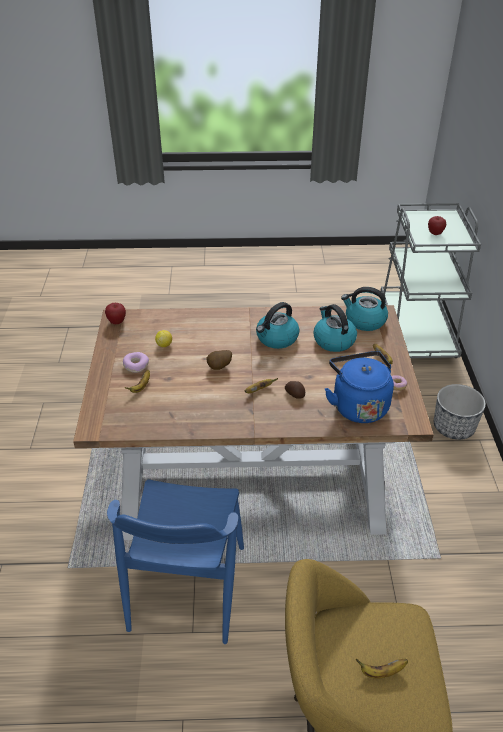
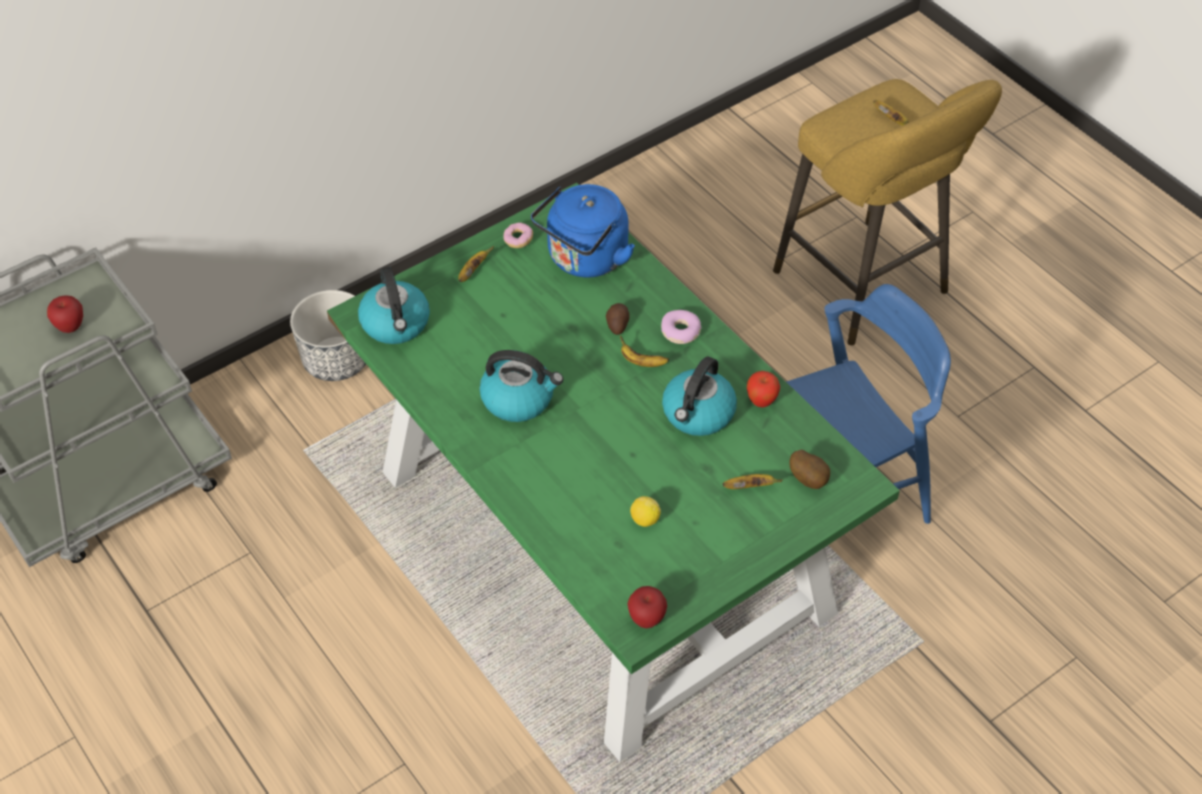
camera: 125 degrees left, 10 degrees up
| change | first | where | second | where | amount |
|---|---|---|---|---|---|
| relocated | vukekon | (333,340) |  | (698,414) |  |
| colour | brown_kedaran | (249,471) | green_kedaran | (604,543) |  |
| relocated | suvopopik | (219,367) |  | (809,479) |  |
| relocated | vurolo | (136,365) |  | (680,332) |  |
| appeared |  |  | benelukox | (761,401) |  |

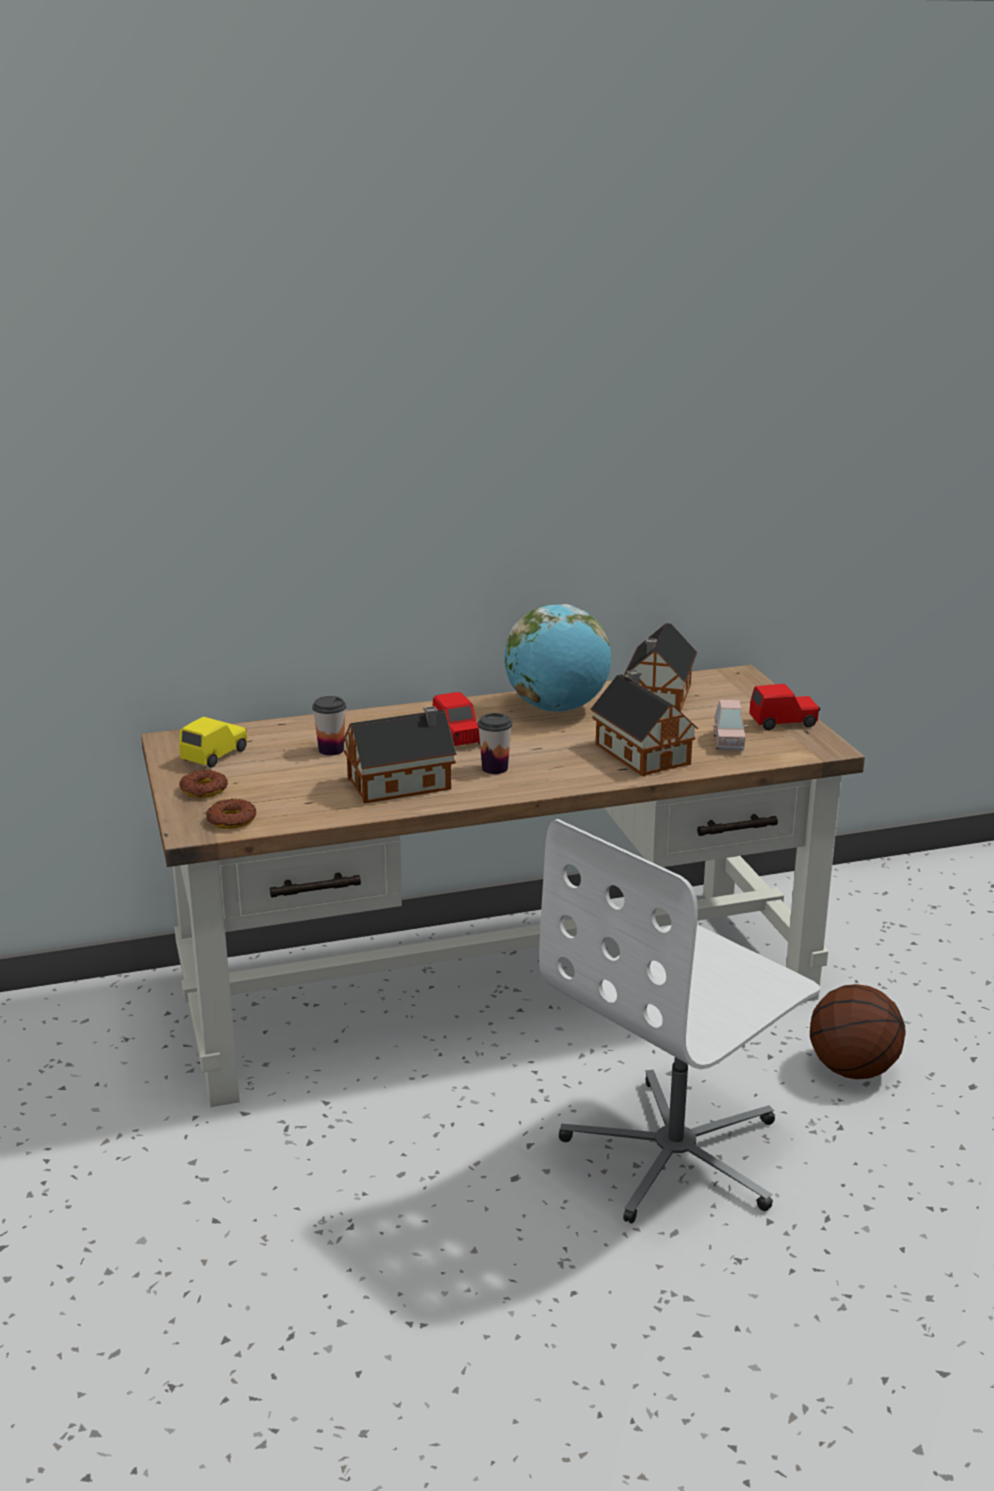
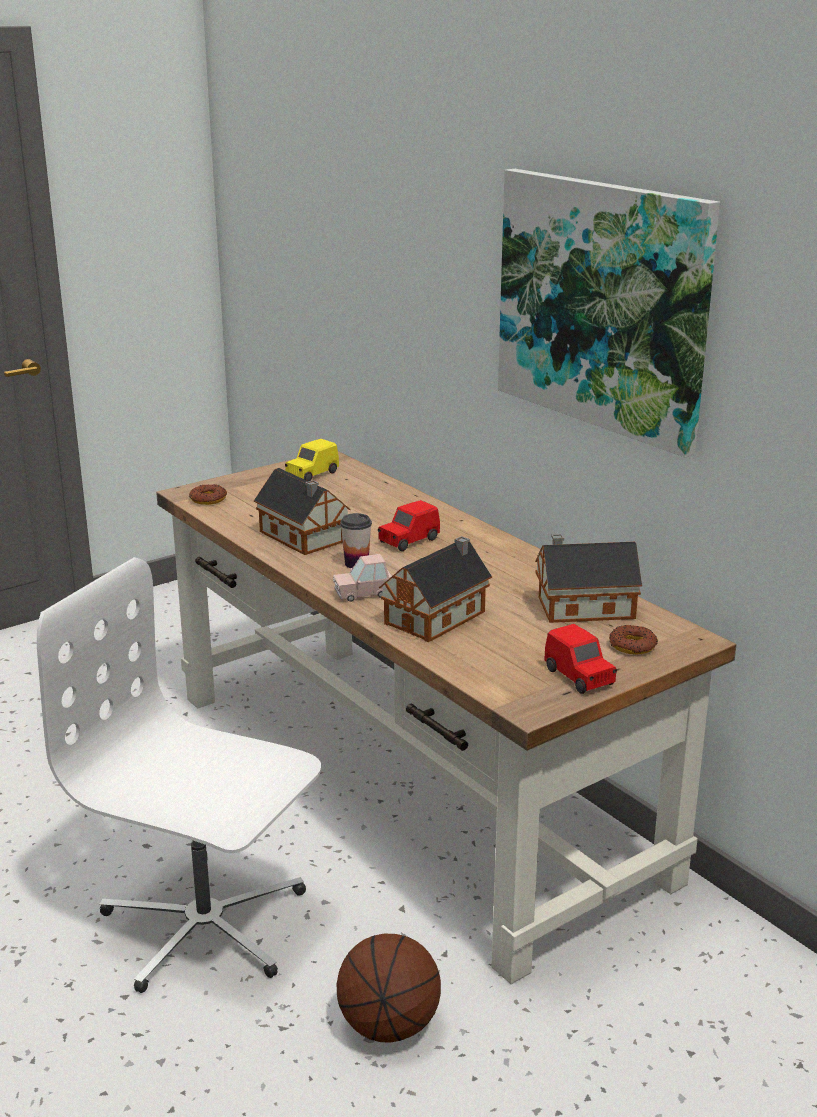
camera: 70 degrees right, 0 degrees up
| change | first | where | second | where | amount |
|---|---|---|---|---|---|
| missing | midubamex | (557,708) |  |  |  |
| missing | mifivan | (331,750) |  |  |  |
| relocated | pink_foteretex | (728,742) |  | (363,594) |  |
| spun | yellow_foteretex | (215,755) |  | (312,474) | 120 degrees clockwise |
| relocated | vurolo | (204,790) |  | (632,646) |  |
| appeared |  |  | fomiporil | (603,305) |  |

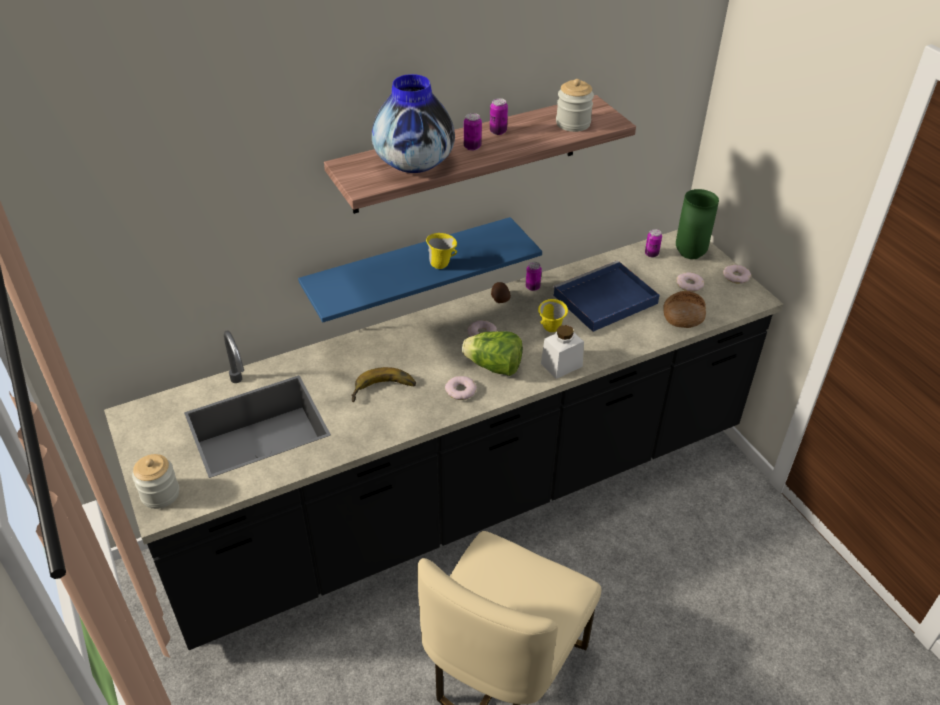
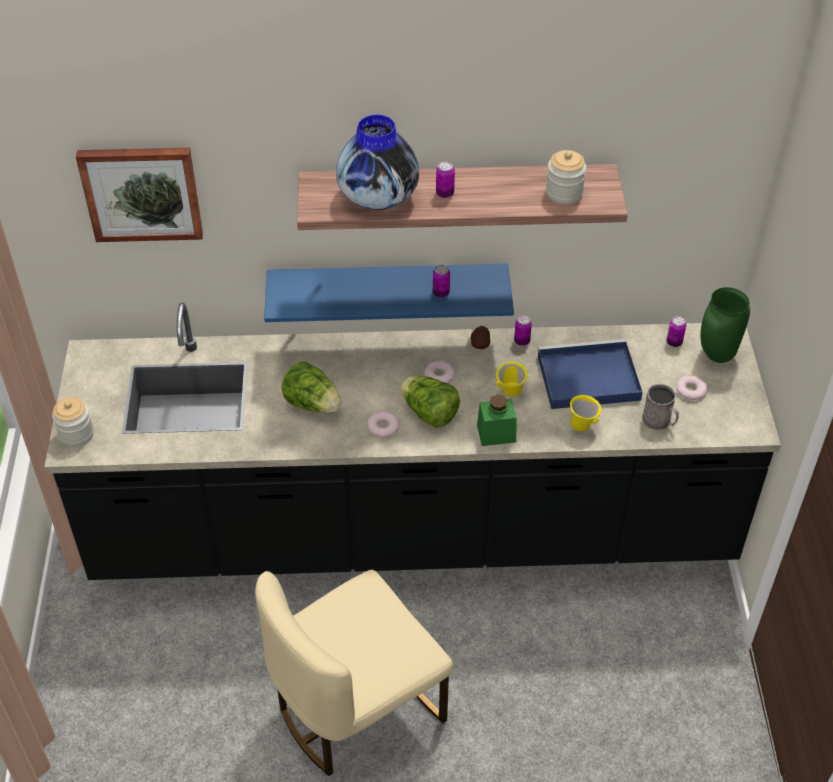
camera: 25 degrees right, 5 degrees up
| change | first | where | second | where | amount |
|---|---|---|---|---|---|
| relocated | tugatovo | (498,131) |  | (441,293) |  |
| relocated | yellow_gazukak | (442,265) |  | (582,426) |  |
| missing | vurolo | (736,276) |  |  |  |
| exchanged | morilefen | (683,315) | grey_gazukak | (659,421) |  |
| colour | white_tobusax | (561,365) | green_tobusax | (496,433) |  |
| exchanged | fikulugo | (384,391) | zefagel | (313,404) |  |
| appeared |  |  | fomiporil | (142,192) |  |

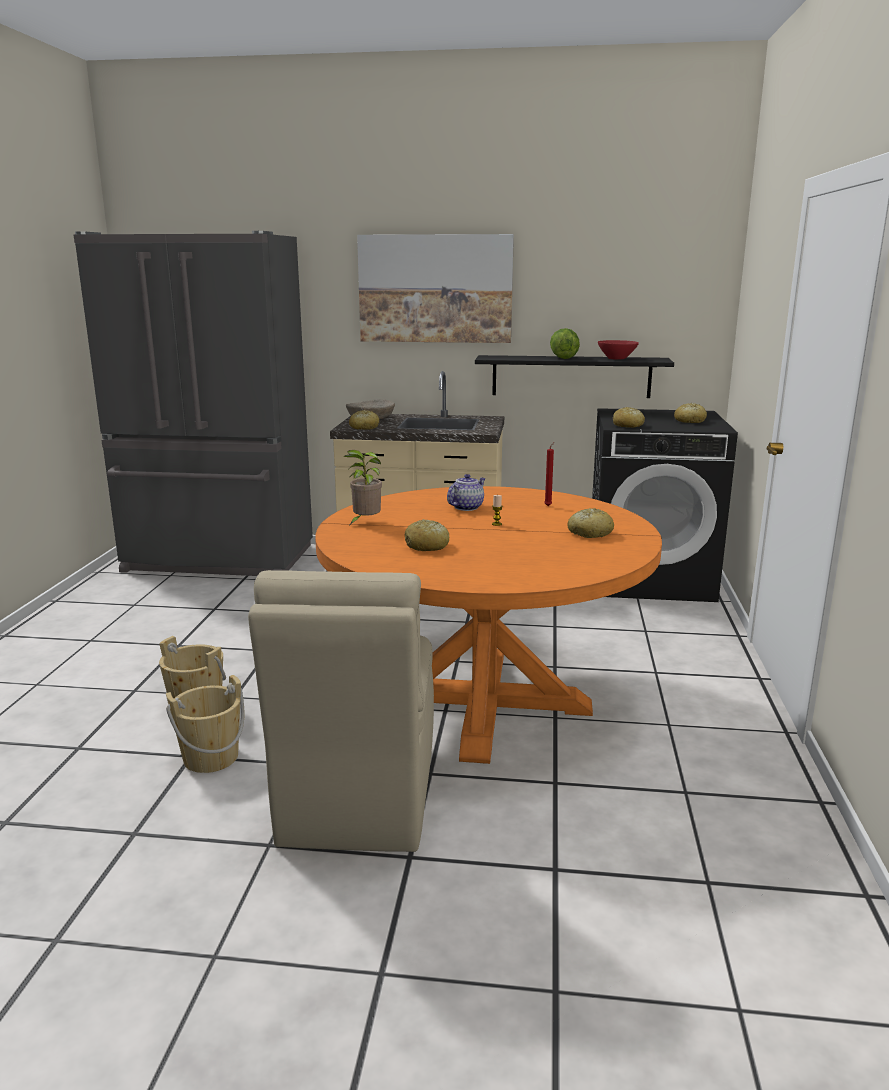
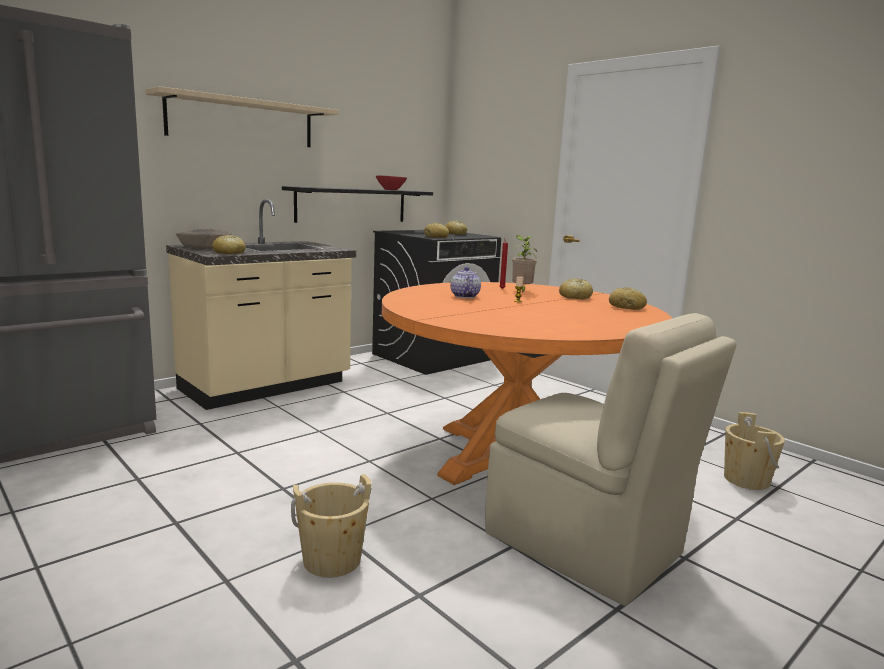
camera: 50 degrees left, 5 degrees down
| change | first | where | second | where | amount |
|---|---|---|---|---|---|
| exchanged | fomiporil | (435,289) | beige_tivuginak | (242,121) |  |
| missing | zefagel | (563,358) |  |  |  |
| relocated | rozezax | (365,523) |  | (521,291) |  |
| relocated | morilefen | (427,546) |  | (627,307) |  |
| relocated | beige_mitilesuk | (211,757) |  | (746,480) |  |

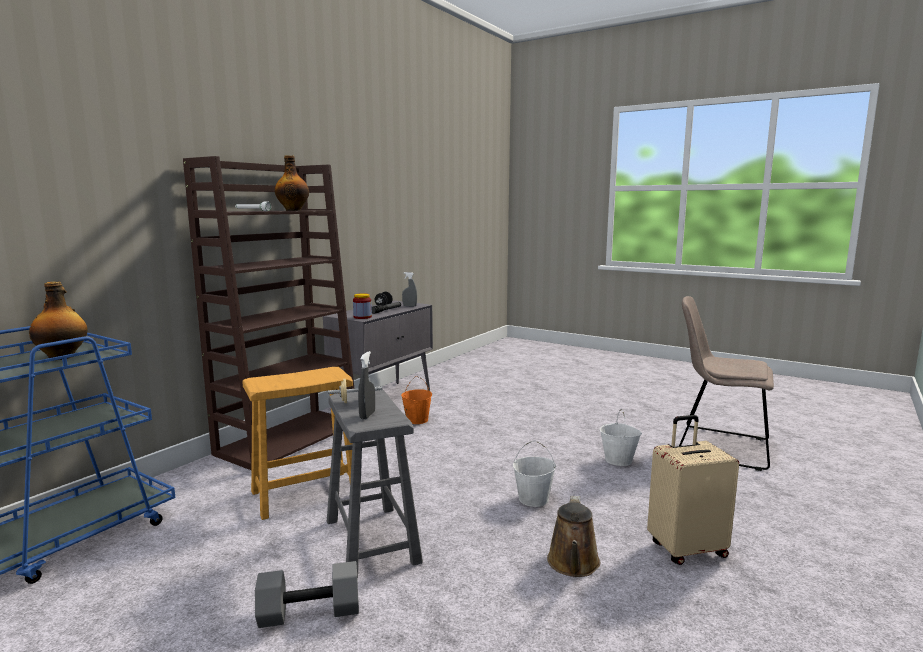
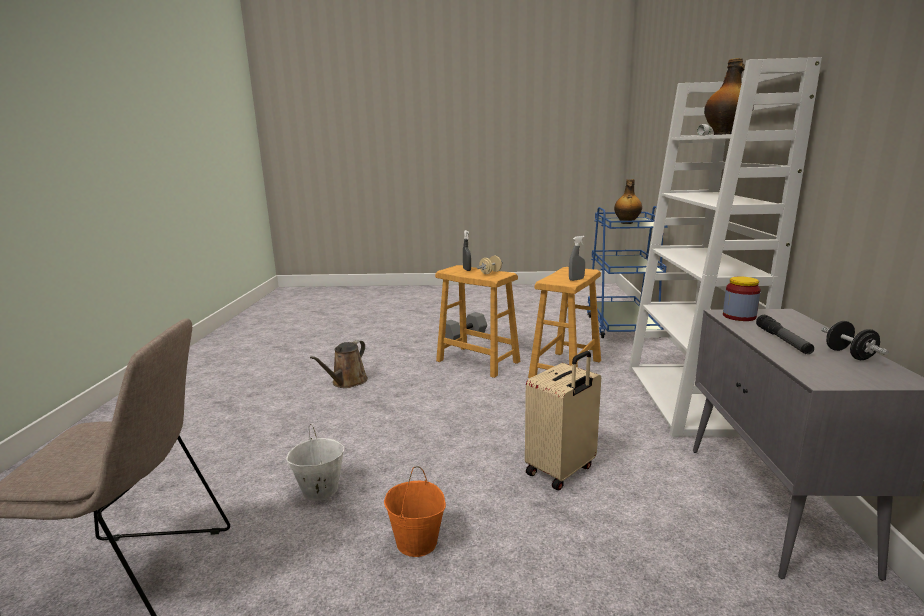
camera: 150 degrees right, 5 degrees up
| change | first | where | second | where | amount |
|---|---|---|---|---|---|
| colour | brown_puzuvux | (289,439) | white_puzuvux | (687,400) |  |
| relocated | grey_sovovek | (409,306) |  | (576,279) |  |
| relocated | orange_mitilesuk | (416,420) |  | (417,542) |  |
| colour | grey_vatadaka | (371,541) | brown_vatadaka | (478,361) |  |
| relocated | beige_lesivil | (686,549) |  | (561,471) |  |
| missing | white_mitilesuk | (533,499) |  |  |  |
| spun | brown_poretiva | (573,564) |  | (347,382) | 135 degrees counterclockwise |

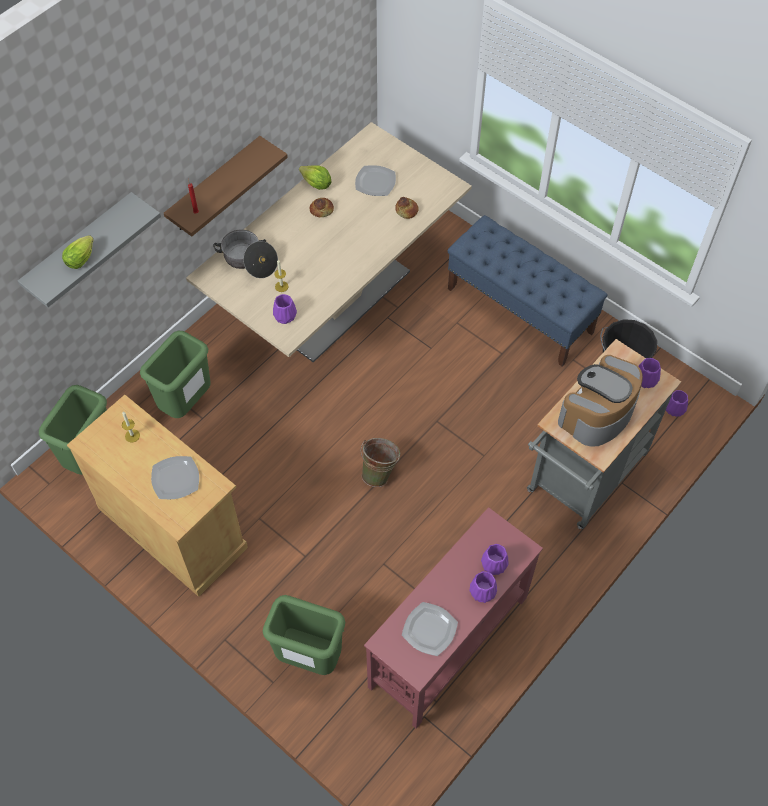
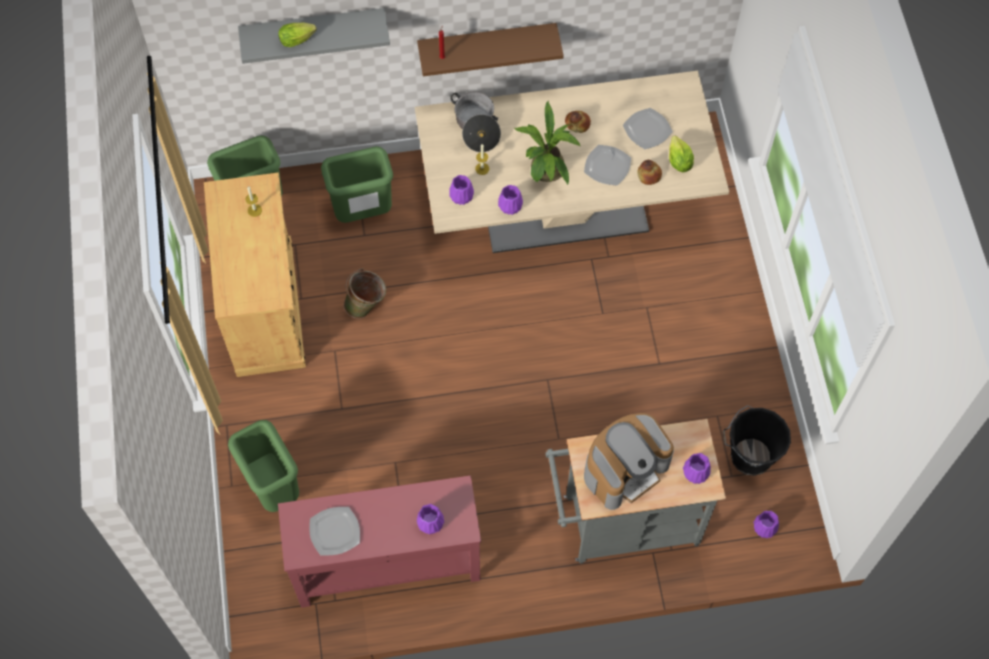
camera: 40 degrees right, 5 degrees up
| change | first | where | second | where | amount |
|---|---|---|---|---|---|
| relocated | zefagel | (316,184) |  | (678,162) |  |
| missing | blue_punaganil | (520,310) |  |  |  |
| spun | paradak | (597,413) |  | (625,468) | 150 degrees clockwise |
| relocated | green_mitilesuk | (380,472) |  | (367,306) |  |
| relocated | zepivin | (176,478) |  | (608,166) |  |
| relocated | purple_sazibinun | (482,591) |  | (510,205) |  |
| appeared |  |  | rozezax | (546,173) |  |

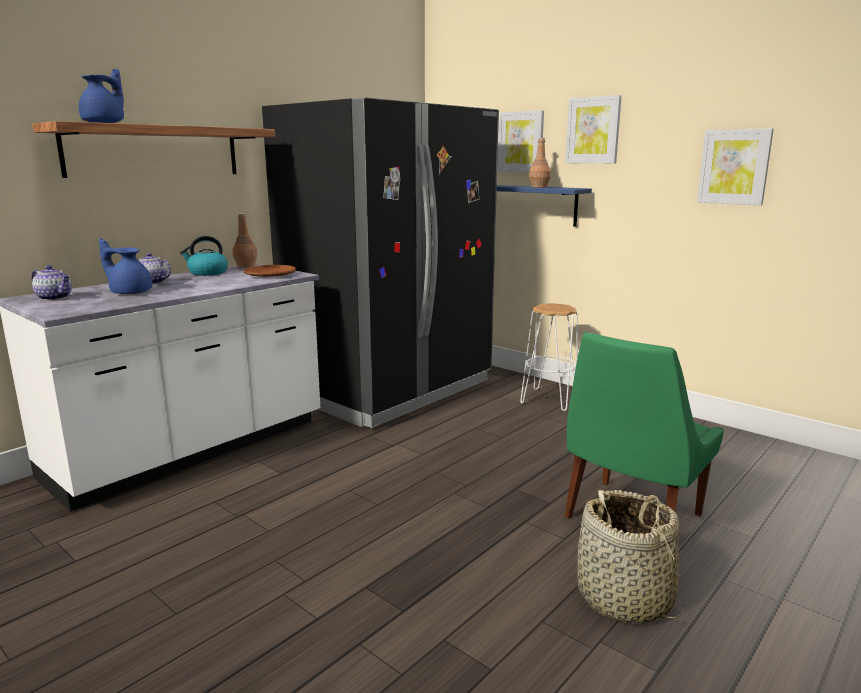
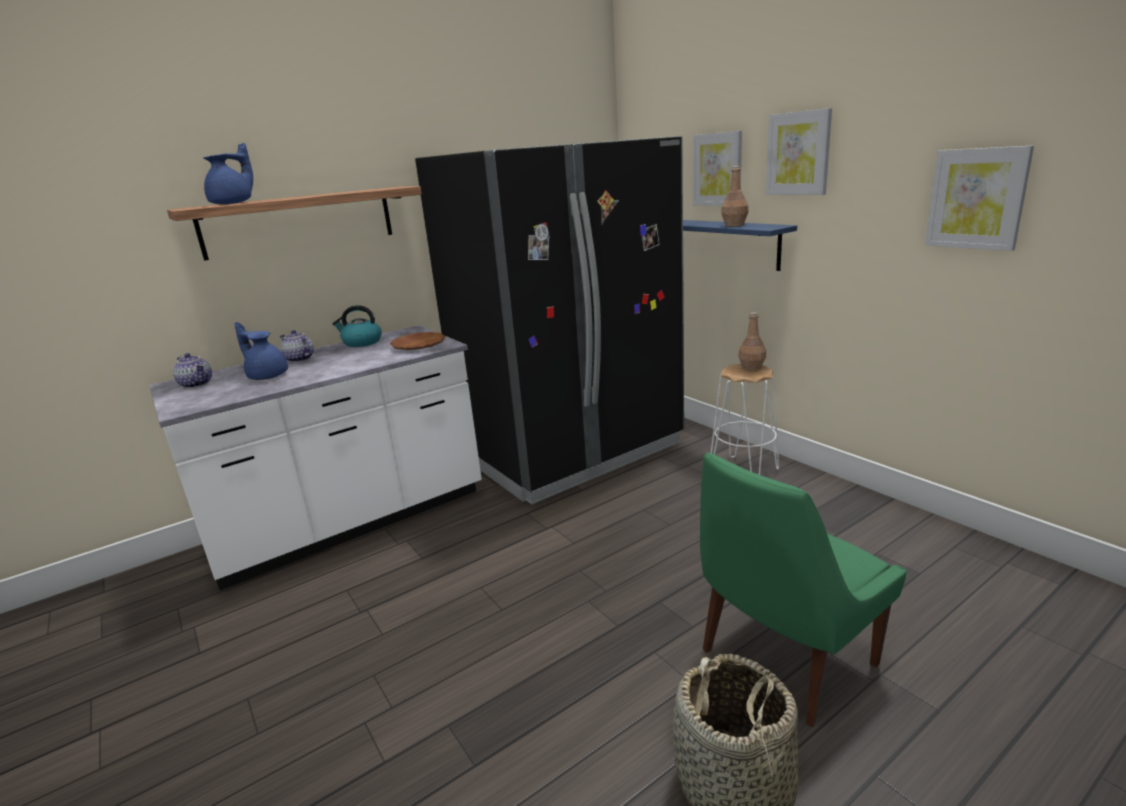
camera: 15 degrees right, 5 degrees up
| change | first | where | second | where | amount |
|---|---|---|---|---|---|
| relocated | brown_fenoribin | (245,266) |  | (751,368) |  |

